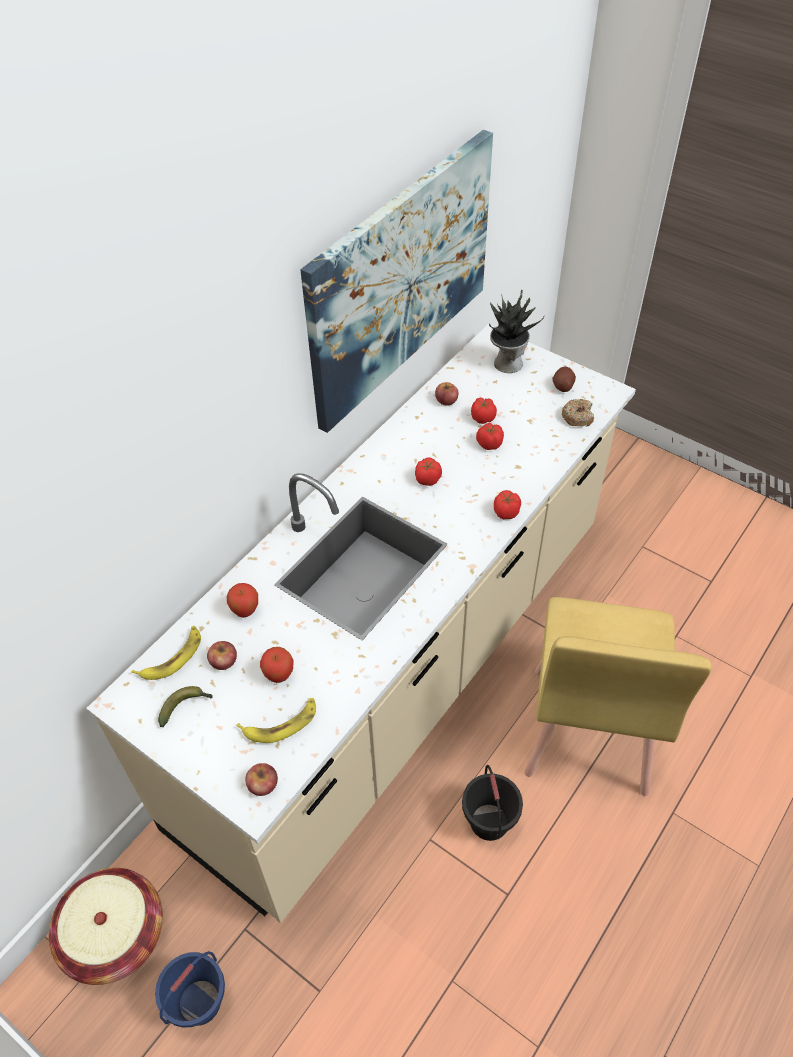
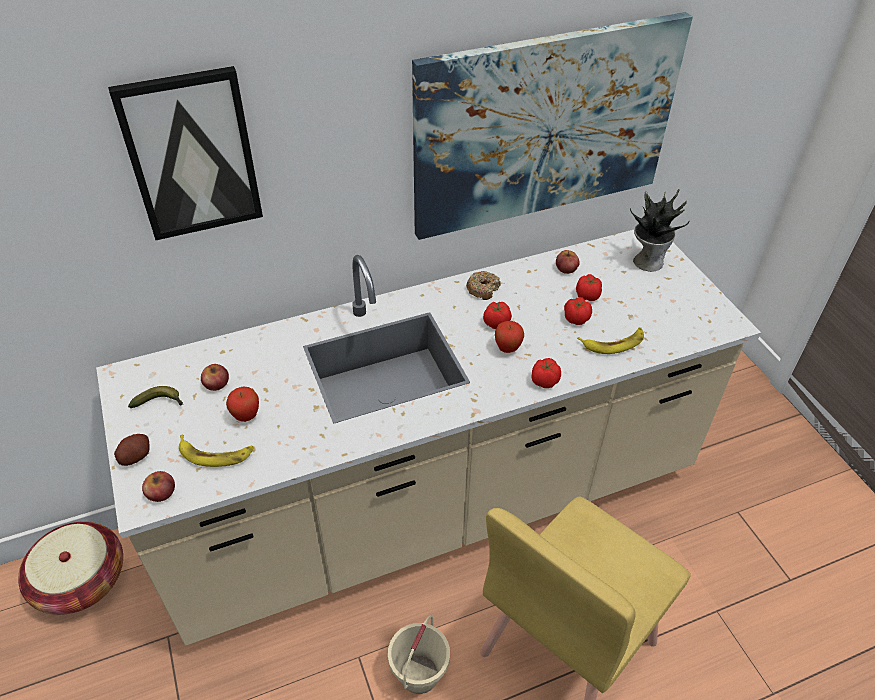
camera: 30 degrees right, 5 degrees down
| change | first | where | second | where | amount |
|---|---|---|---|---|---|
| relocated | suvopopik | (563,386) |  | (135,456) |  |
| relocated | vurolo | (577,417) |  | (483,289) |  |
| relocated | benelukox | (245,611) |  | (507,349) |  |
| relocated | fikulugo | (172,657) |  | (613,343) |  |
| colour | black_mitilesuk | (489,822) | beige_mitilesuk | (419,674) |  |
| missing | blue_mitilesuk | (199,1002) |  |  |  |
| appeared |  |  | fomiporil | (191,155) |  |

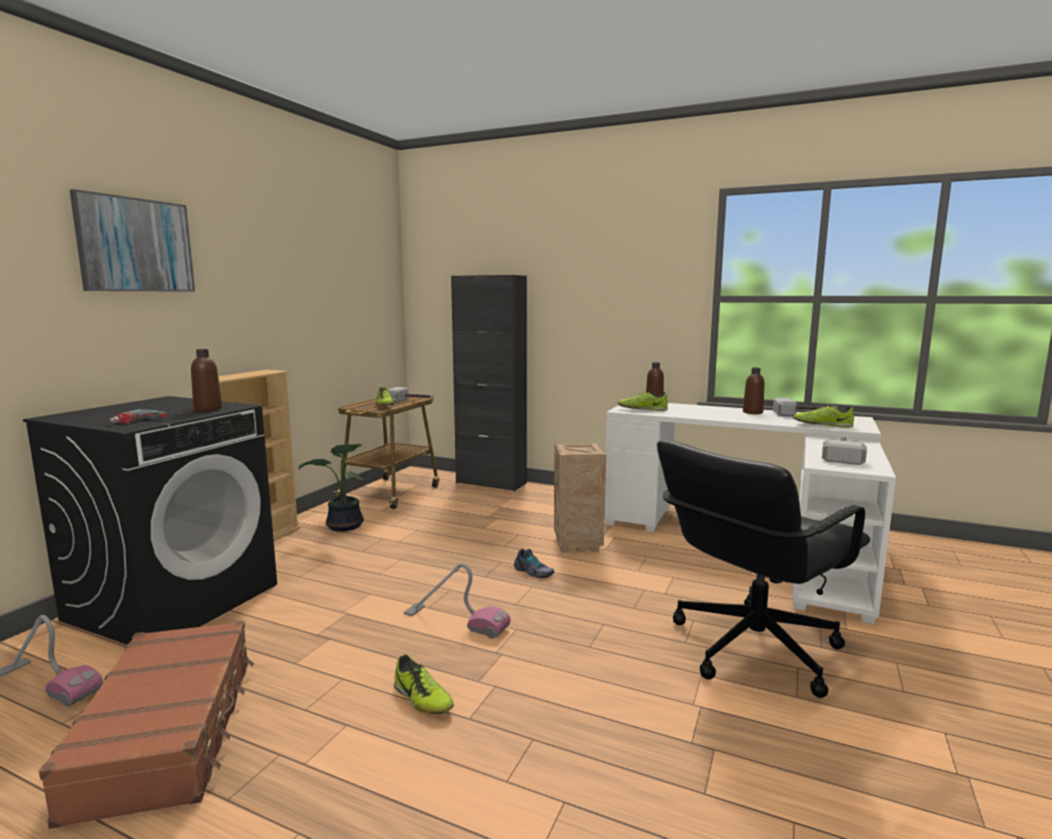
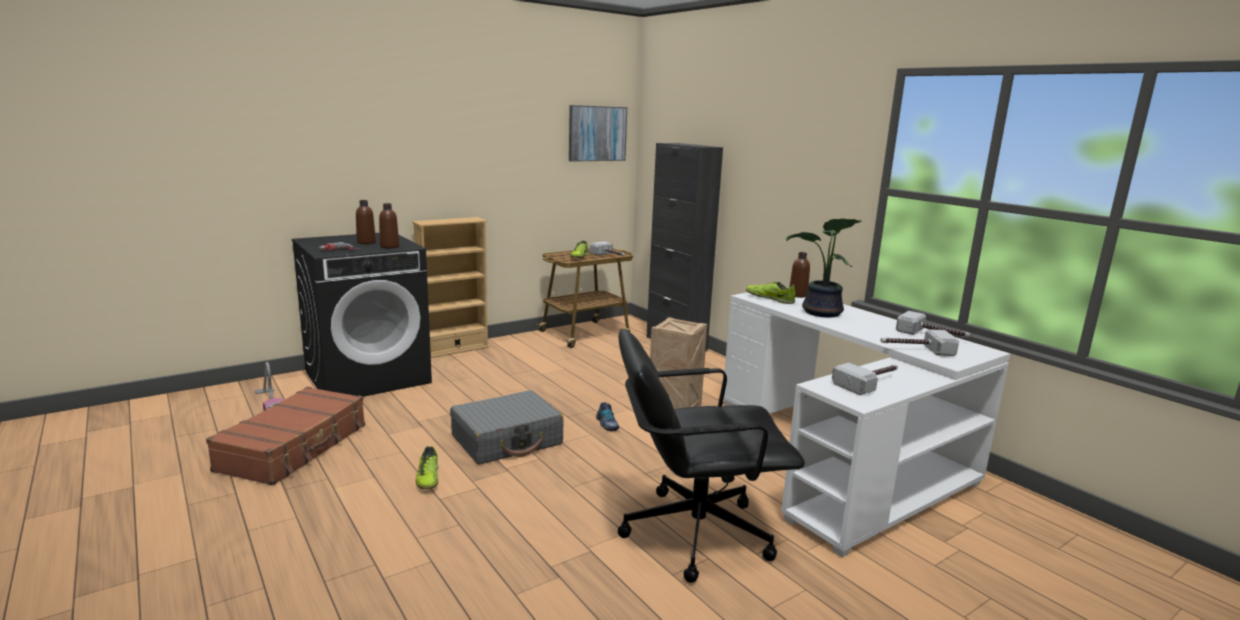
camera: 30 degrees right, 5 degrees up
| change | first | where | second | where | amount |
|---|---|---|---|---|---|
| relocated | fomiporil | (135,245) |  | (597,133) |  |
| relocated | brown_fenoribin | (752,412) |  | (366,242) |  |
| exchanged | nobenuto | (822,425) | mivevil | (915,350) |  |
| relocated | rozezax | (344,527) |  | (821,313) |  |
| exchanged | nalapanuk | (456,621) | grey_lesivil | (507,440) |  |

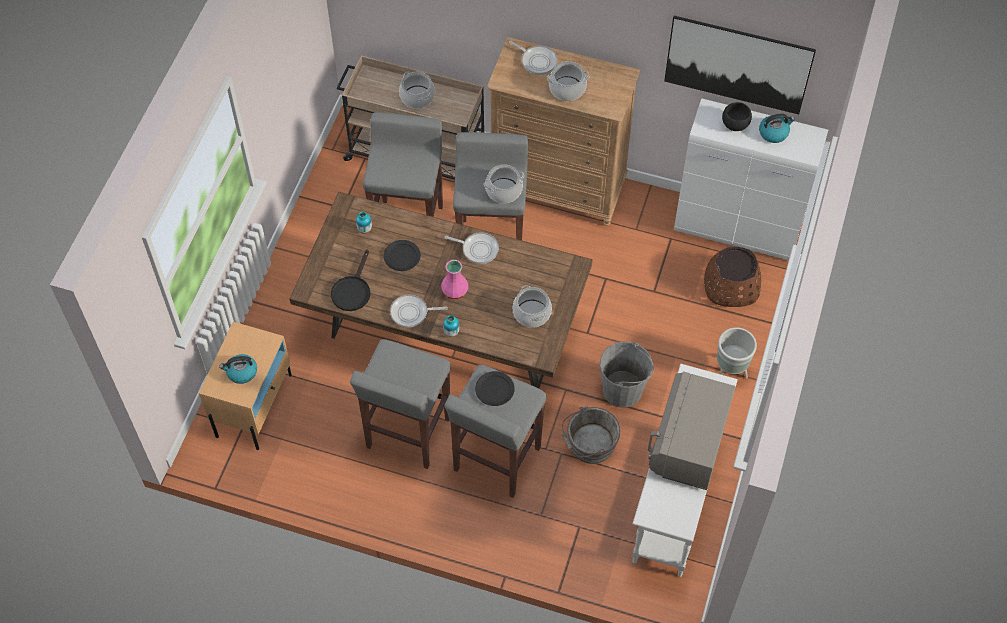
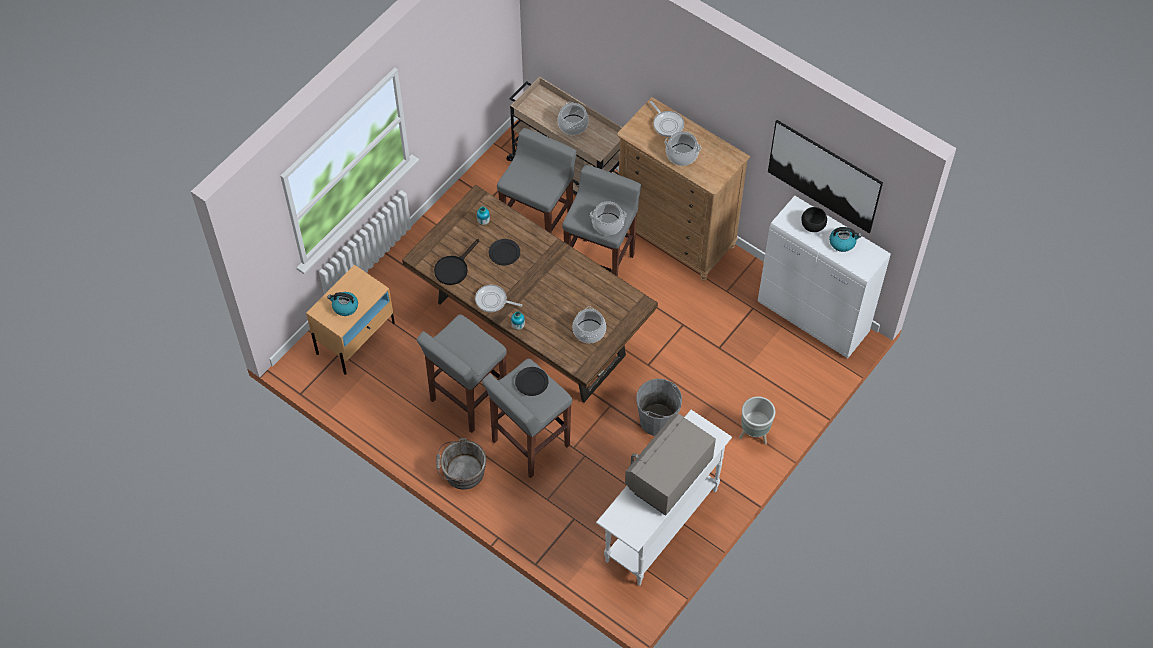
camera: 20 degrees right, 0 degrees up
| change | first | where | second | where | amount |
|---|---|---|---|---|---|
| missing | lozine | (478,249) |  |  |  |
| missing | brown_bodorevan | (731,285) |  |  |  |
| missing | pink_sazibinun | (455,291) |  |  |  |
| relocated | grey_mitilesuk | (589,444) |  | (461,472) |  |

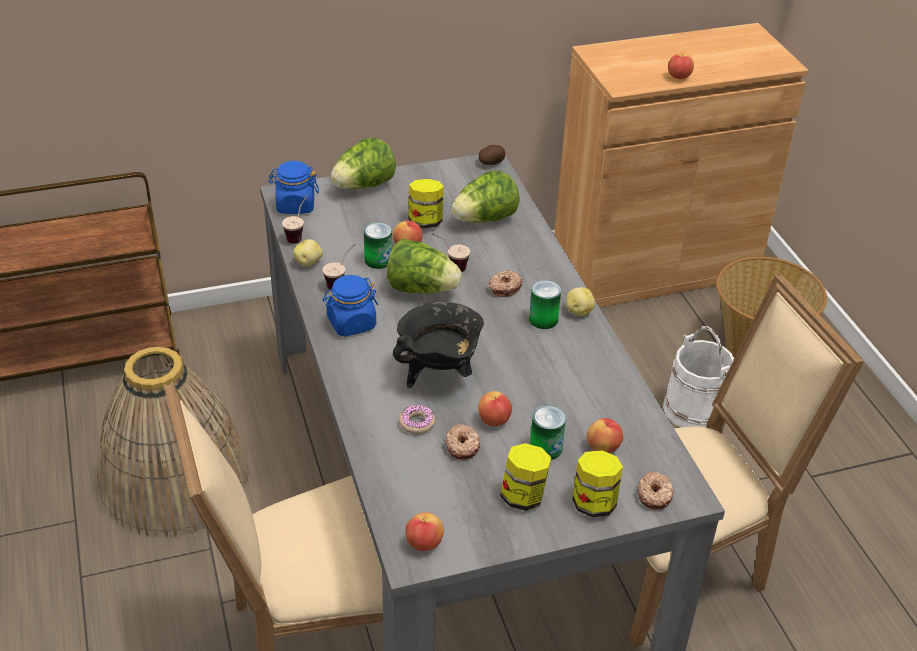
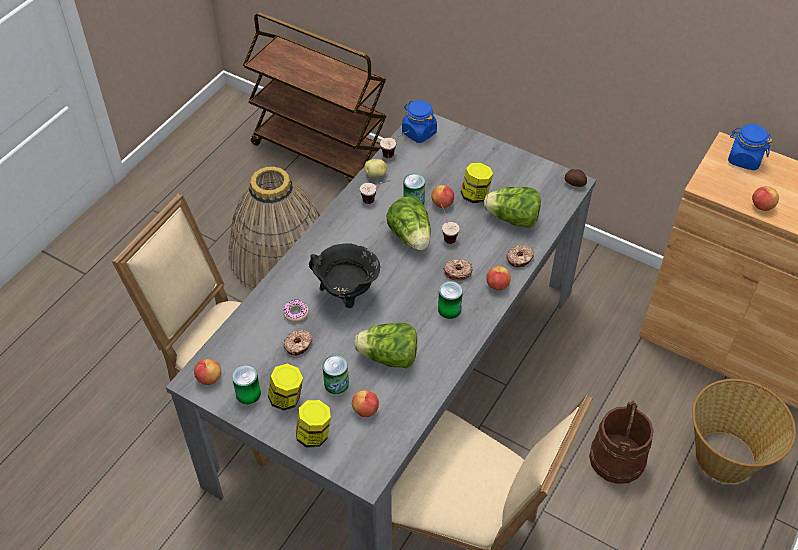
camera: 50 degrees right, 10 degrees up
| change | first | where | second | where | amount |
|---|---|---|---|---|---|
| relocated | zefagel | (364,186) |  | (389,357) |  |
| relocated | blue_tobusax | (351,323) |  | (744,159) |  |
| missing | suvopopik | (578,311) |  |  |  |
| colour | white_mitilesuk | (694,409) | brown_mitilesuk | (616,458) |  |
| relocated | benelukox | (494,420) |  | (497,285) |  |
| relocated | vurolo | (655,495) |  | (520,259) |  |
| appeared |  |  | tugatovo | (248,393) |  |

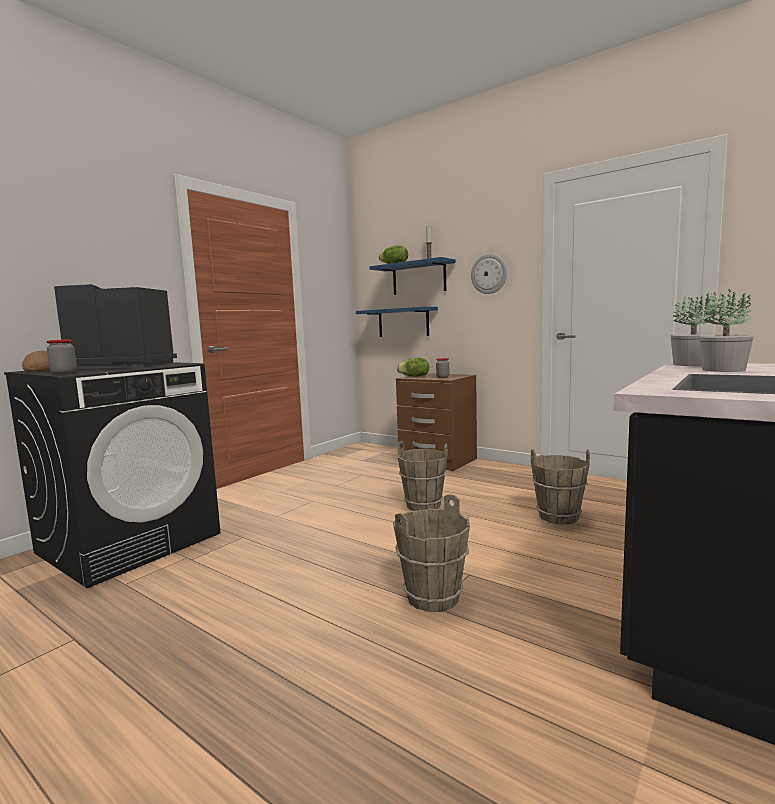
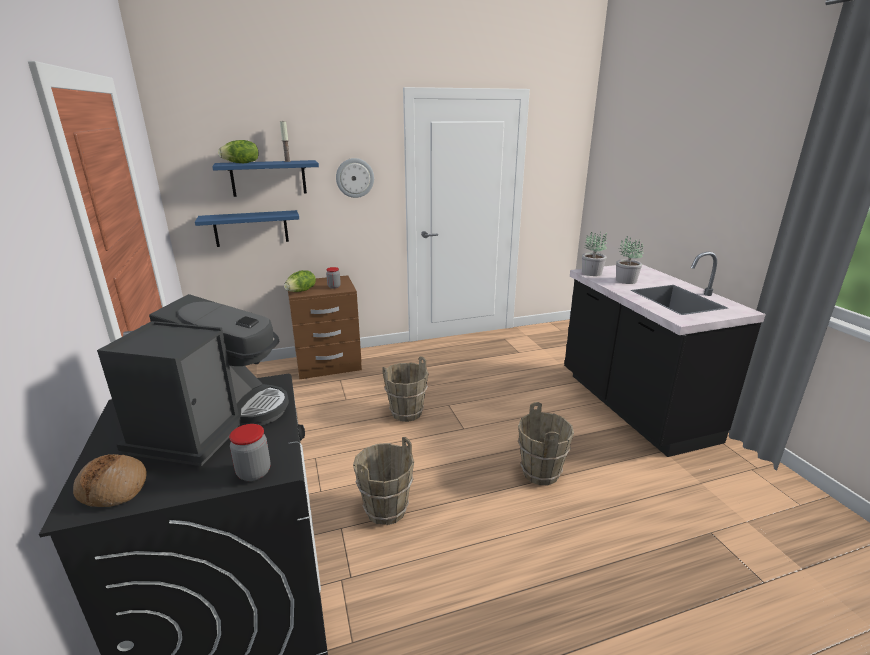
camera: 55 degrees left, 15 degrees up
| change | first | where | second | where | amount |
|---|---|---|---|---|---|
| spun | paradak | (122,366) |  | (212,423) | 150 degrees clockwise |
| relocated | brown_mitilesuk | (558,517) |  | (385,510) |  |

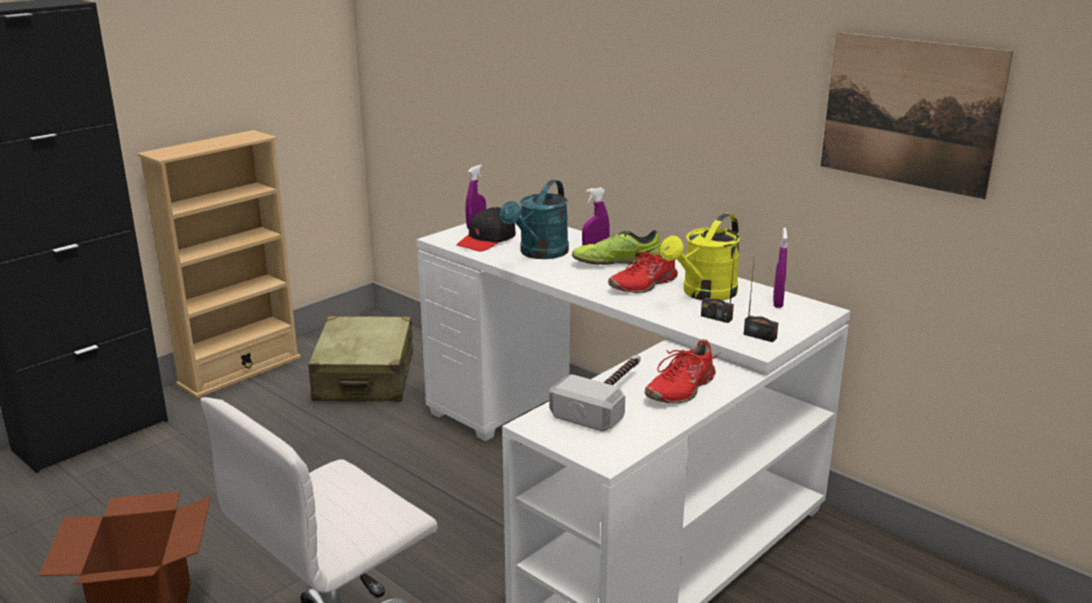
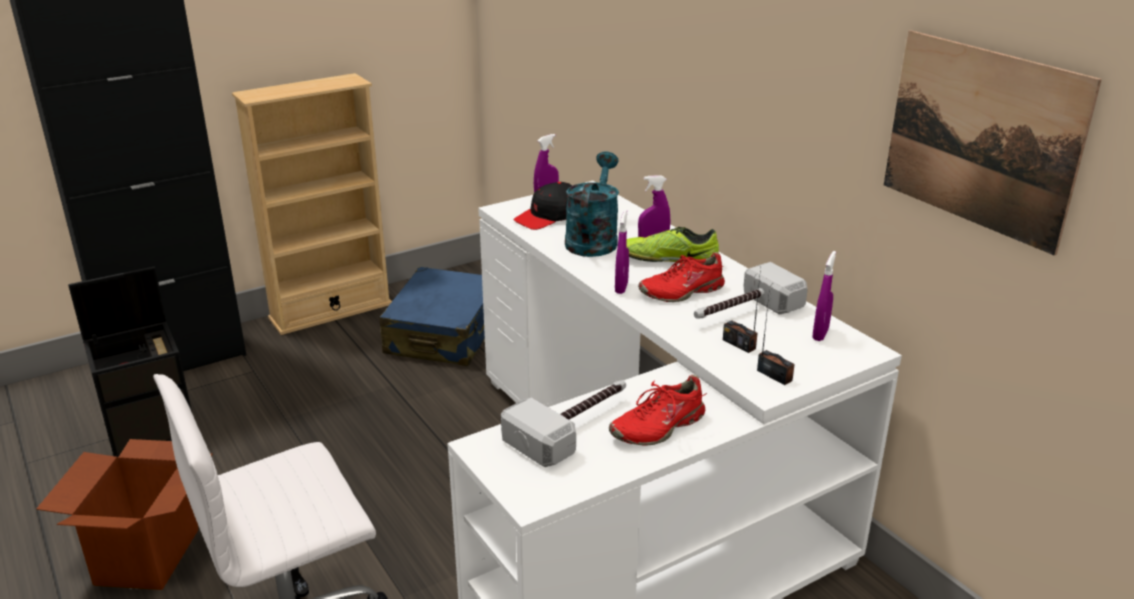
camera: 15 degrees right, 5 degrees up
| change | first | where | second | where | amount |
|---|---|---|---|---|---|
| spun | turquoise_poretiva | (539,254) |  | (593,239) | 150 degrees clockwise |
| exchanged | yellow_poretiva | (704,294) | mivevil | (742,312) |  |
| colour | beige_lesivil | (365,377) | blue_lesivil | (444,334) |  |
| appeared |  |  | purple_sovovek | (621,287) |  |
| appeared |  |  | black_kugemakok | (152,427) |  |

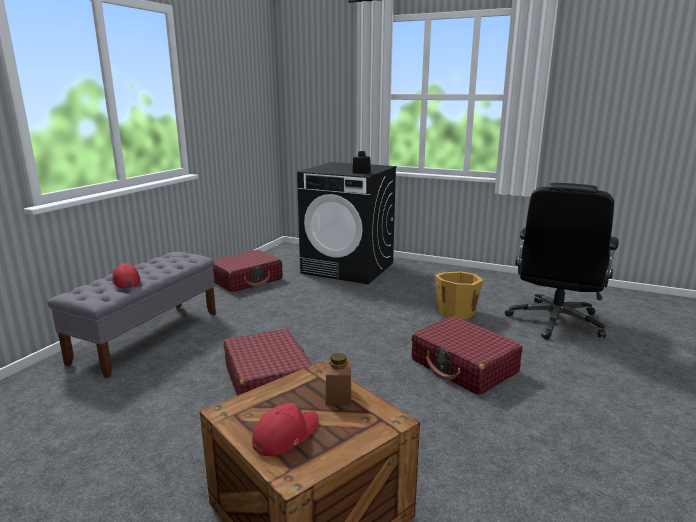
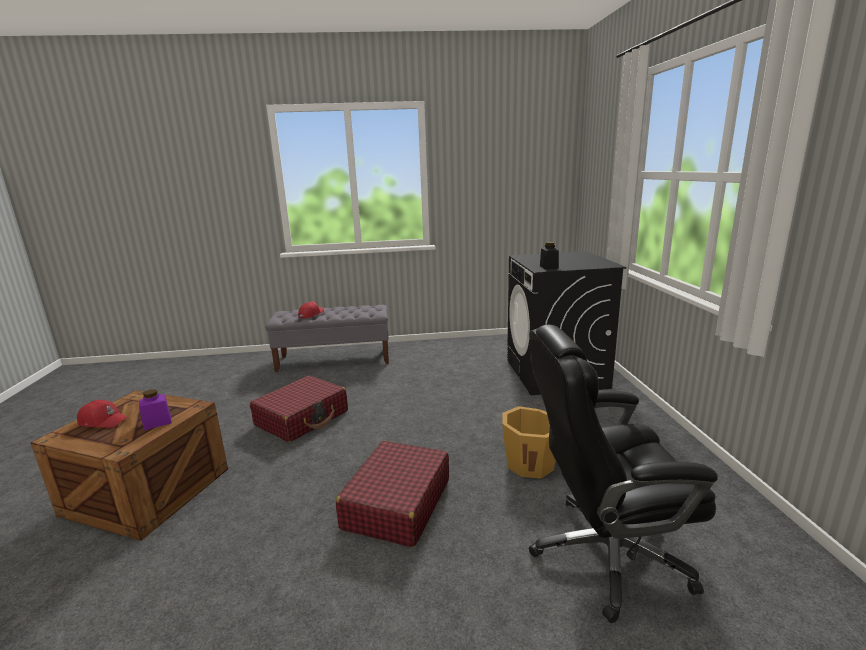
camera: 60 degrees right, 0 degrees up
| change | first | where | second | where | amount |
|---|---|---|---|---|---|
| missing | red_lesivil | (246,280) |  |  |  |
| colour | brown_tobusax | (338,396) | purple_tobusax | (157,422) |  |

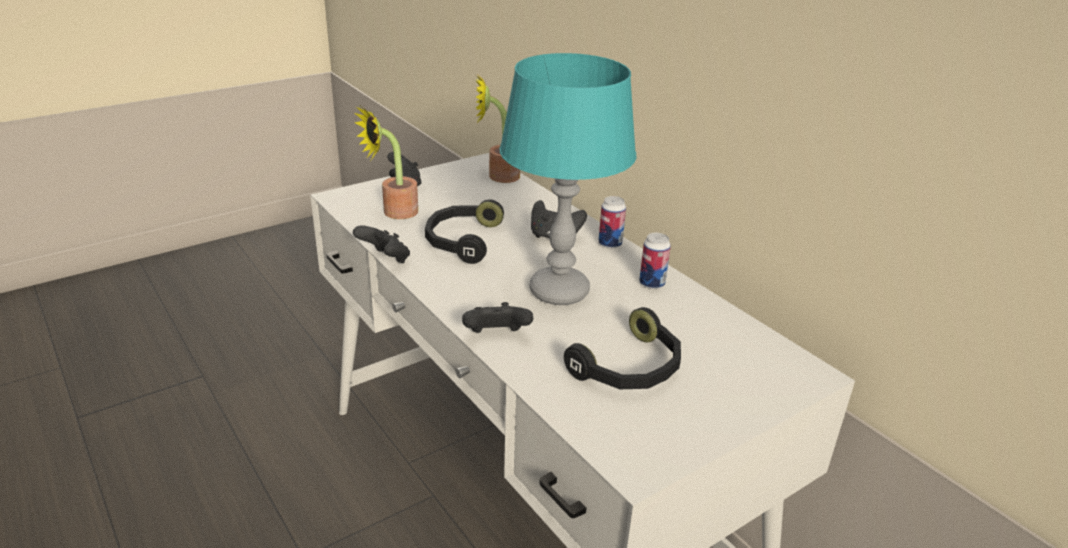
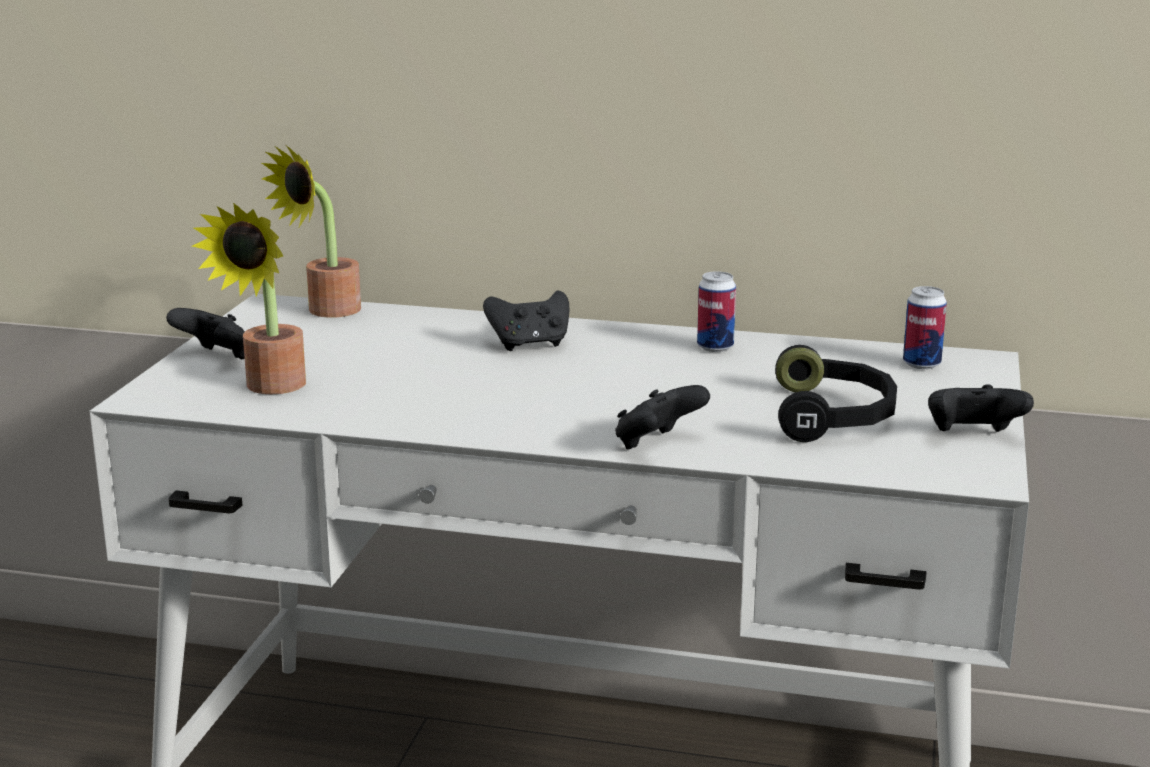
camera: 40 degrees left, 10 degrees down
| change | first | where | second | where | amount |
|---|---|---|---|---|---|
| missing | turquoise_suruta | (559,292) |  |  |  |
| relocated | tugatovo | (610,244) |  | (921,364) |  |
| missing | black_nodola | (461,241) |  |  |  |
| relocated | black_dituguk | (385,260) |  | (973,437) |  |

